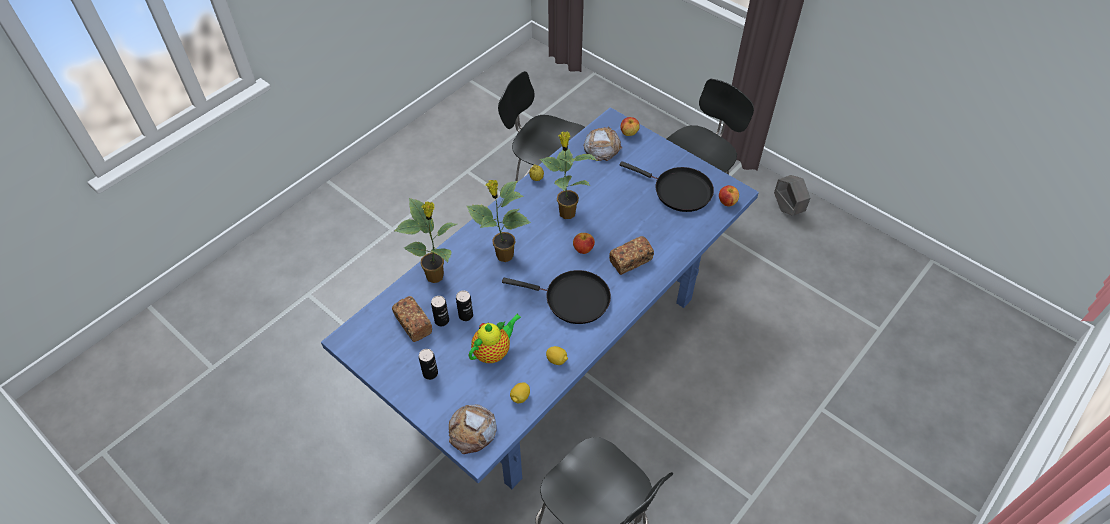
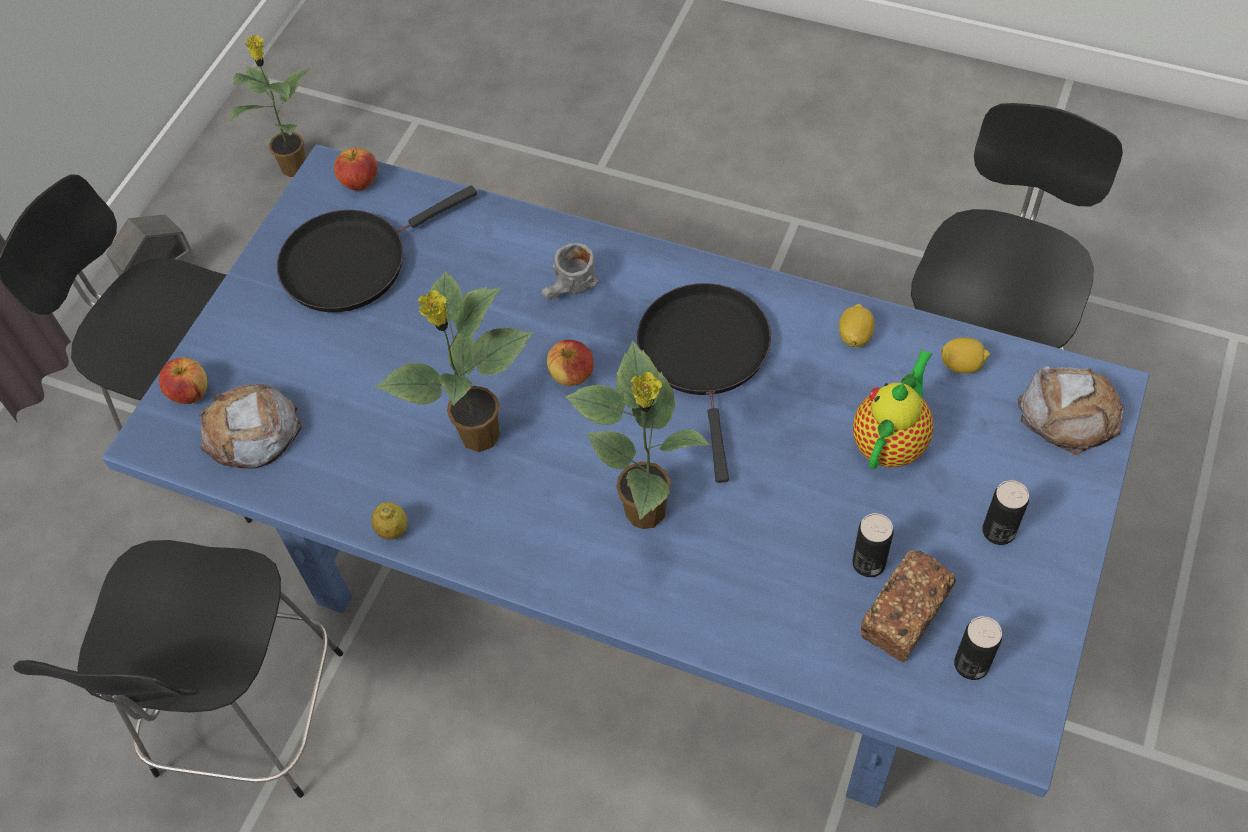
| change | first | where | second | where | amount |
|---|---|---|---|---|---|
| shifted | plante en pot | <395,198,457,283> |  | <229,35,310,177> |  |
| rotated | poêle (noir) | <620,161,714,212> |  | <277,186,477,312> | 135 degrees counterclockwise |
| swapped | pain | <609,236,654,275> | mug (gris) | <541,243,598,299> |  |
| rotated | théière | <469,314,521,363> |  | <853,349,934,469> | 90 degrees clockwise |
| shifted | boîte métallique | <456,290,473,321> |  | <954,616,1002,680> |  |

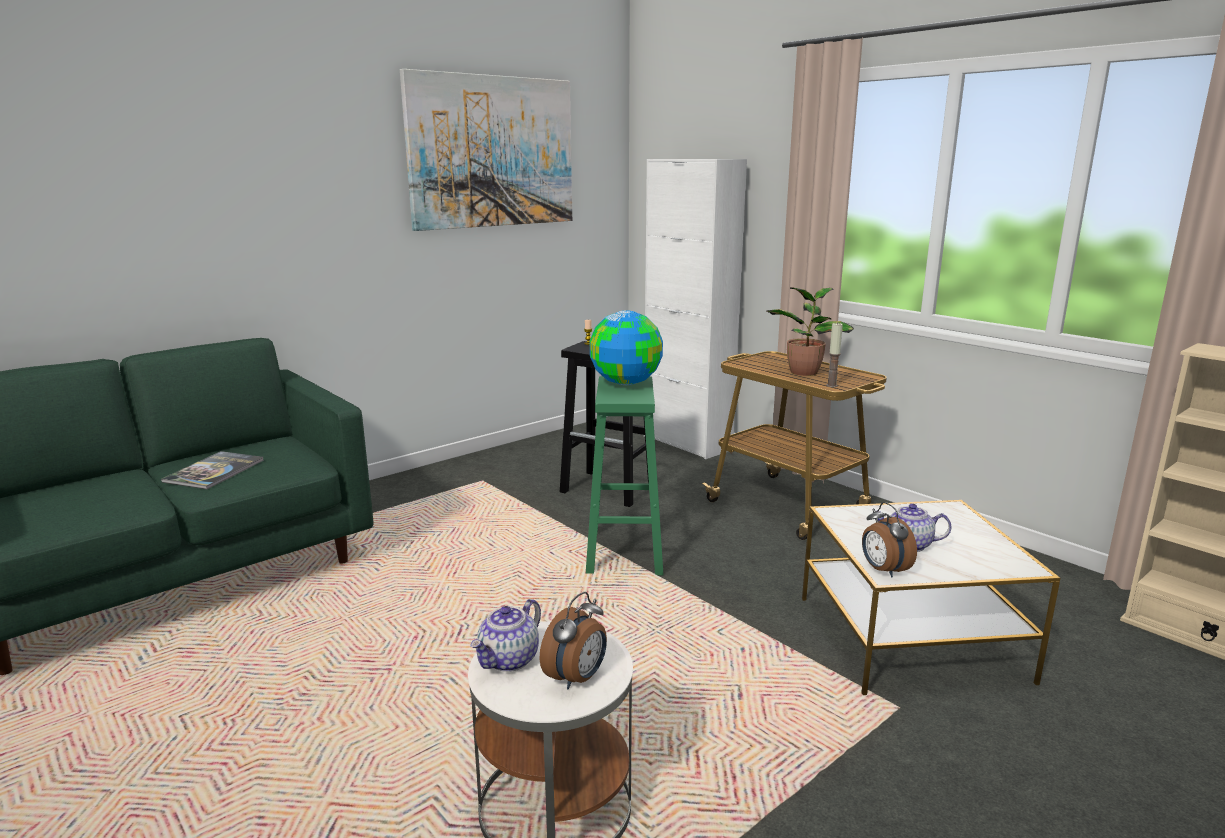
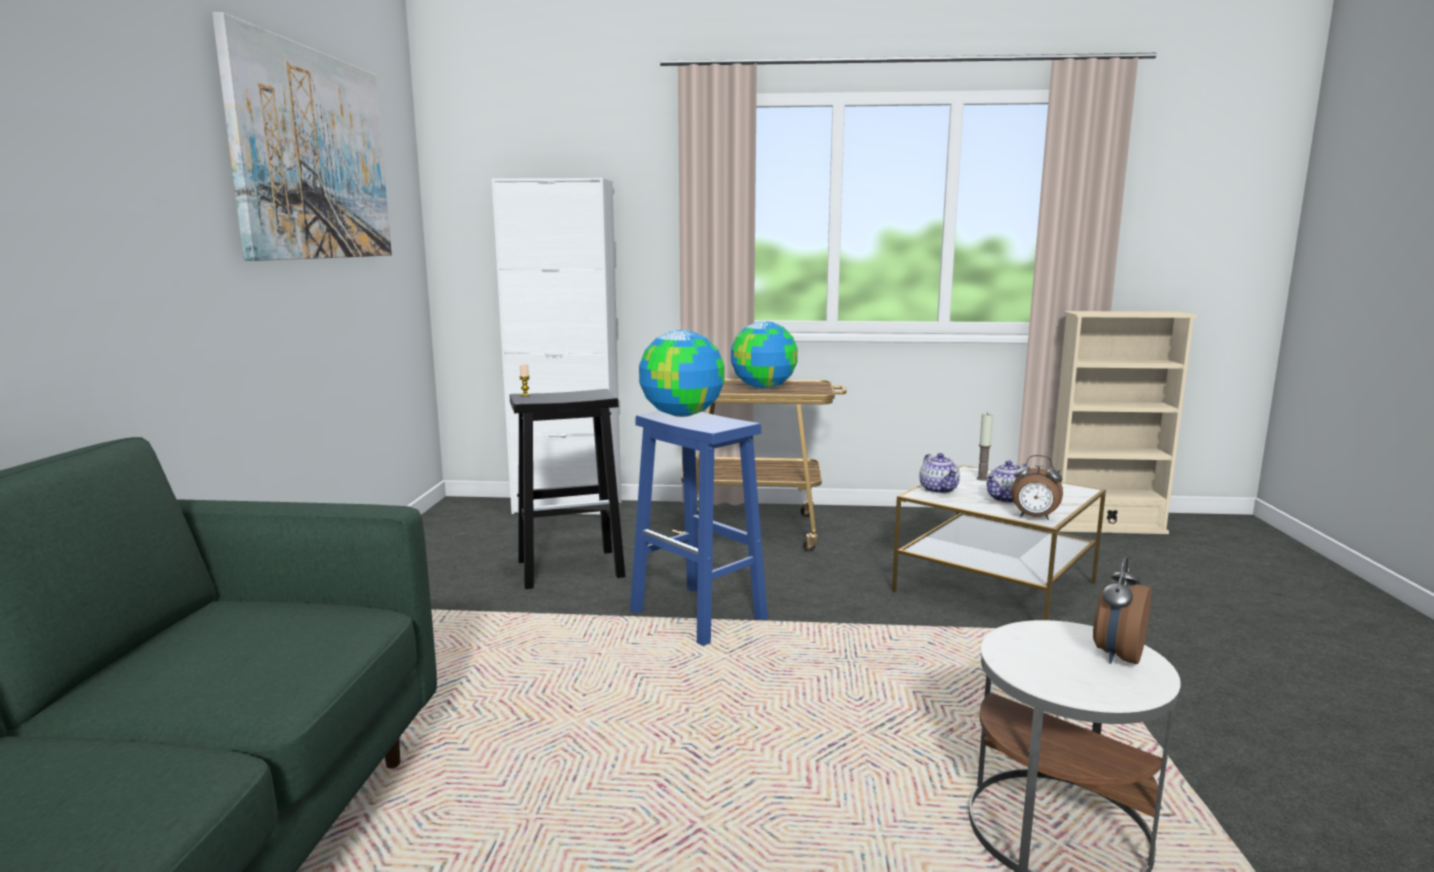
| change | first | where | second | where | amount |
|---|---|---|---|---|---|
| repainted | tabouret (vert) | <586,376,664,576> | tabouret (bleu) | <630,411,768,646> |  |
| swapped | plante en pot | <767,287,854,376> | globe | <731,321,798,389> |  |
| shifted | théière | <470,599,541,672> |  | <919,453,960,494> |  |
| shifted | bougie | <826,322,843,387> |  | <977,412,993,481> |  |
| rotated | réveil | <539,592,607,689> |  | <1093,556,1151,664> | 135 degrees counterclockwise |
| gone | livre | <161,451,264,489> |  |  |  |

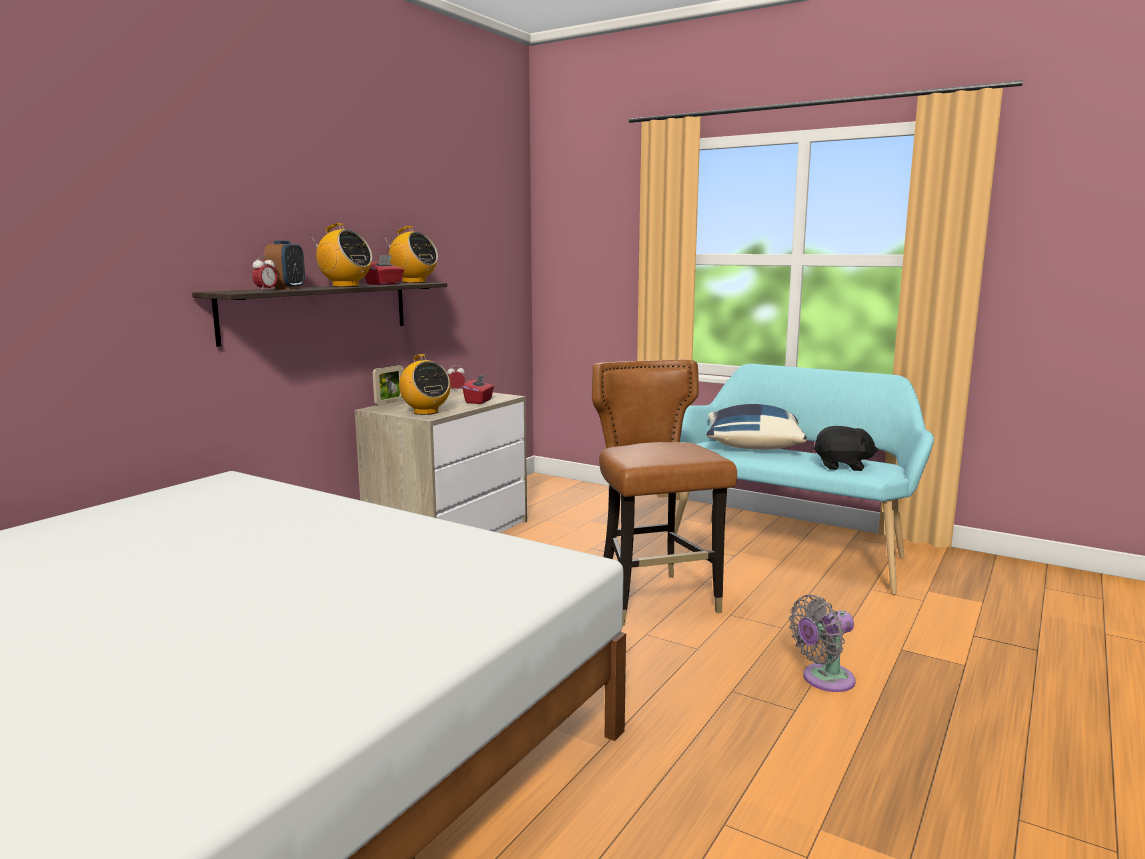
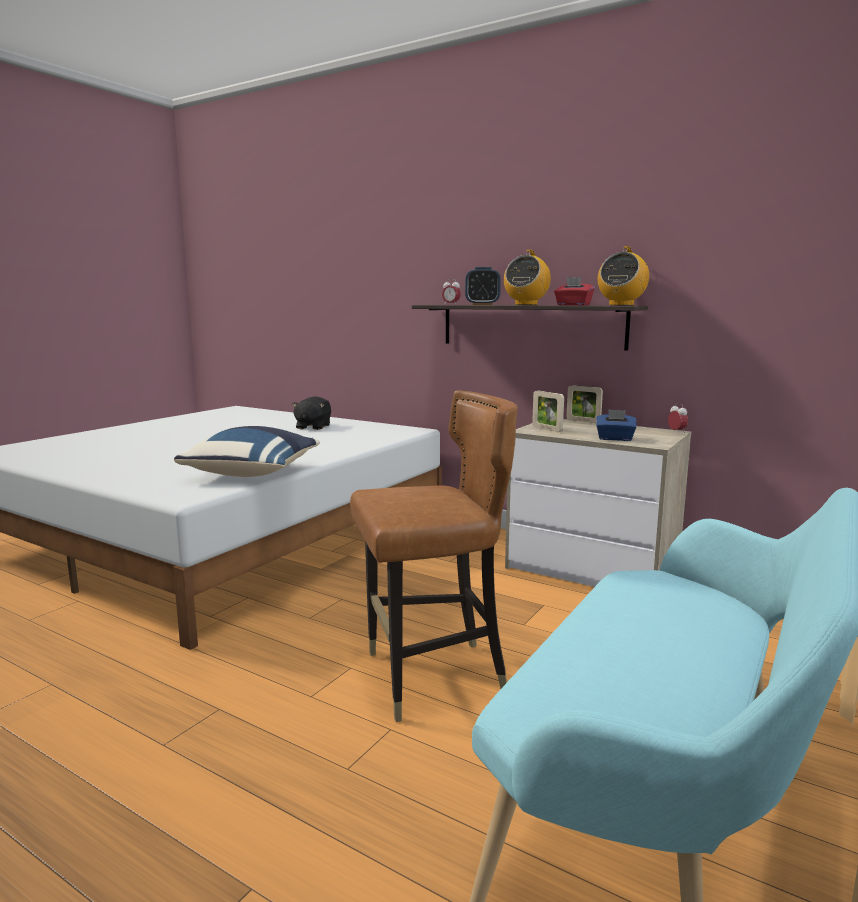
| change | first | where | second | where | amount |
|---|---|---|---|---|---|
| shifted | coussin (bleu) | <706,404,807,450> |  | <174,426,320,477> |  |
| shifted | peluche (noir) | <813,426,878,471> |  | <292,396,331,430> |  |
| swapped | radio | <399,354,451,415> | cadre photo | <532,391,564,432> |  |
| repainted | boîte à mouchoirs (rouge) | <463,374,494,404> | boîte à mouchoirs (bleu) | <596,409,636,441> |  |
| gone | ventilateur (gris) | <789,595,856,692> |  |  |  |

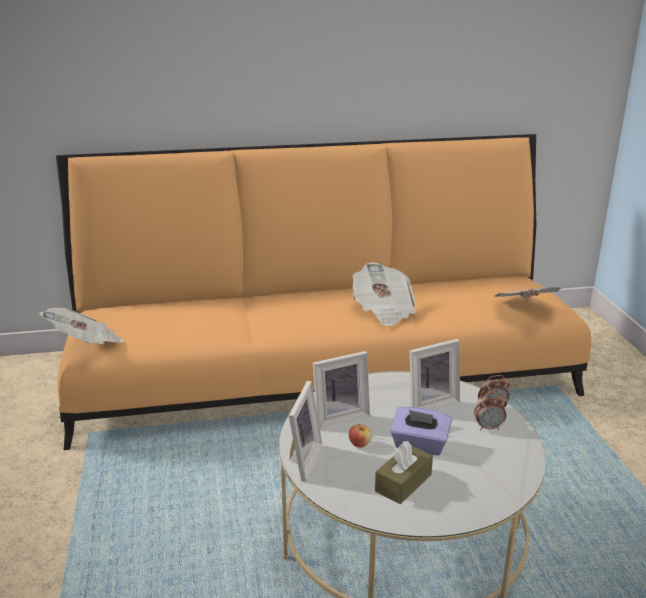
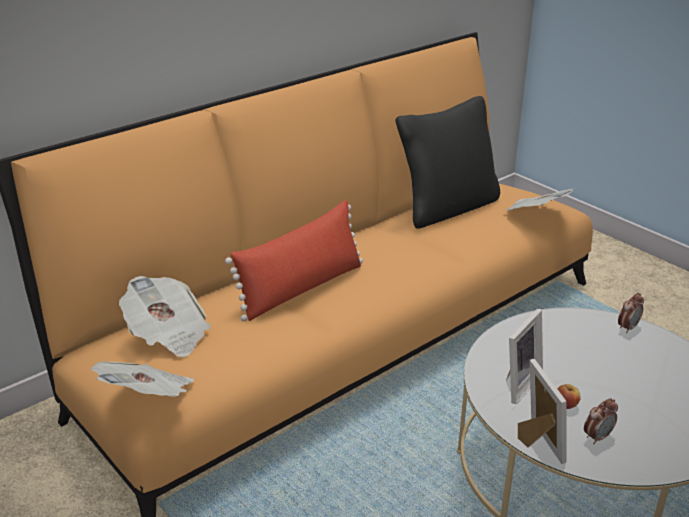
| change | first | where | second | where | amount |
|---|---|---|---|---|---|
| shifted | journal | <353,262,416,326> |  | <119,276,211,357> |  |
| new |  |  | coussin (rouge) | <225,200,363,321> |  |
| new |  |  | coussin (noir) | <395,96,500,229> |  |
| shifted | réveil | <474,392,507,431> |  | <584,398,618,444> |  |
| gone | boîte à mouchoirs (marron) | <375,441,433,504> |  |  |  |
| gone | boîte à mouchoirs (violet) | <391,406,452,456> |  |  |  |
| gone | cadre photo | <410,339,460,410> |  |  |  |

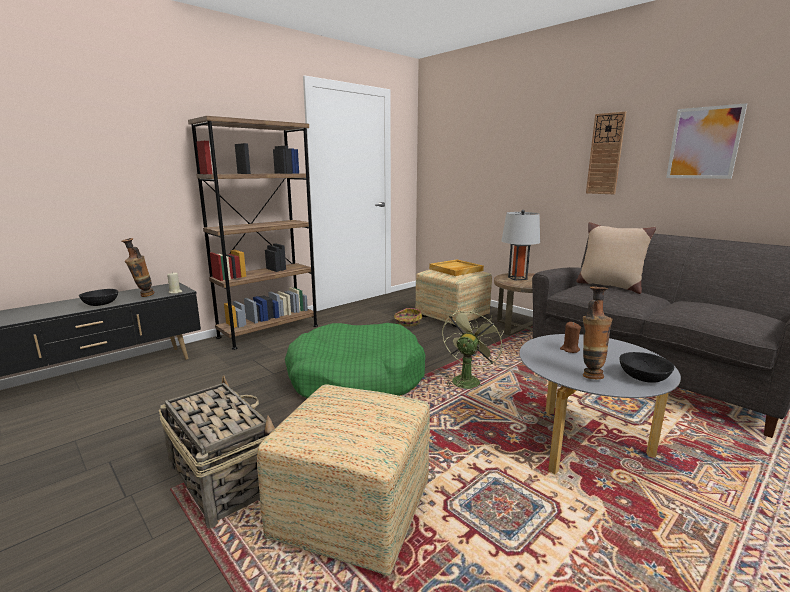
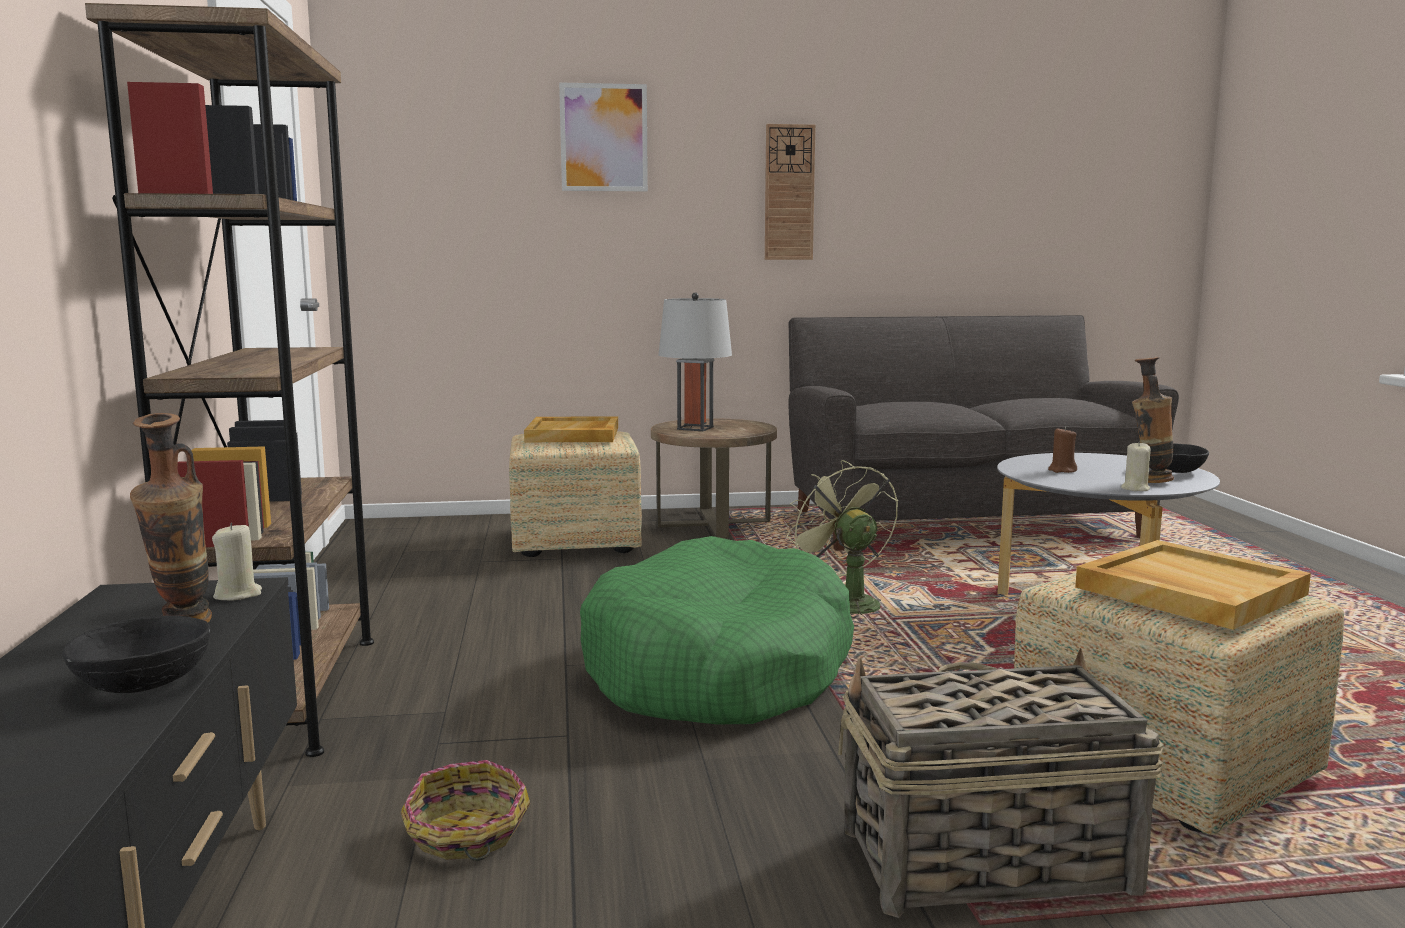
| change | first | where | second | where | amount |
|---|---|---|---|---|---|
| shifted | panier | <394,308,422,327> |  | <401,760,530,861> |  |
| shifted | tableau | <666,103,747,179> |  | <559,82,648,191> |  |
| new |  |  | plateau (beige) | <1075,540,1311,630> |  |
| new |  |  | bougie (beige) | <1121,442,1151,491> |  |
| gone | coussin (beige) | <576,222,656,294> |  |  |  |

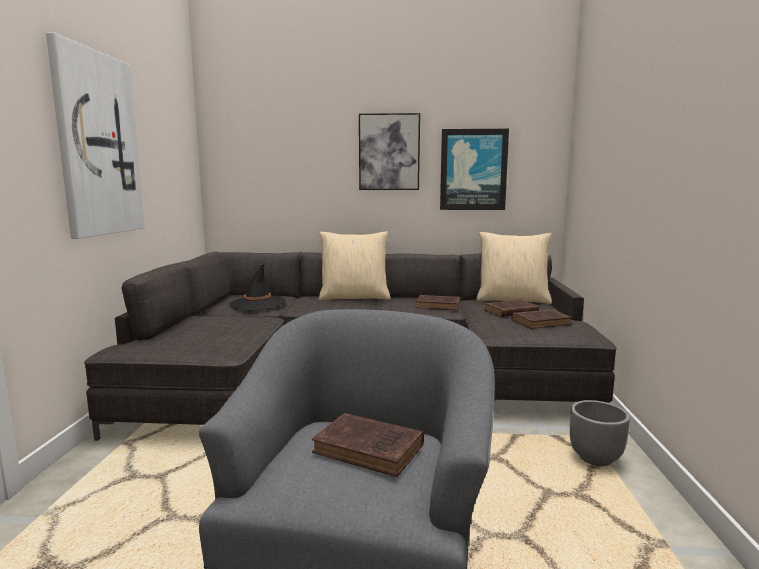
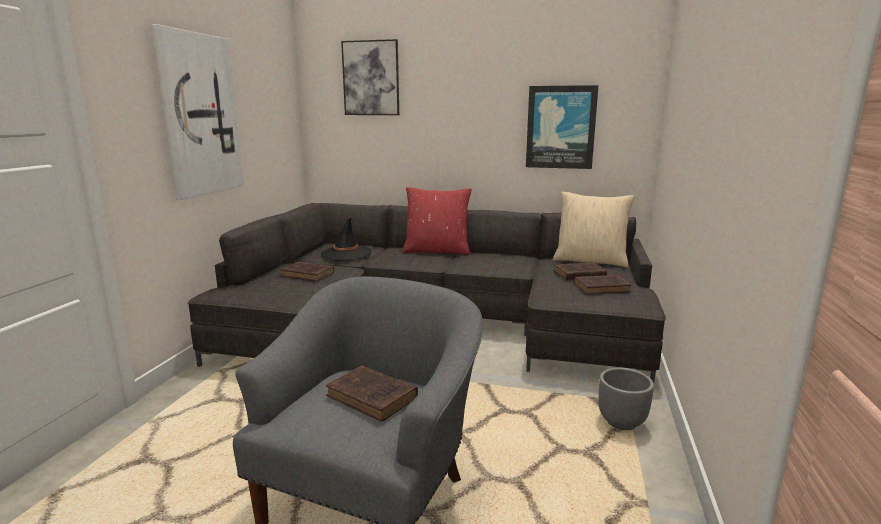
| change | first | where | second | where | amount |
|---|---|---|---|---|---|
| shifted | livre (marron) | <416,295,461,310> |  | <280,262,334,281> |  |
| shifted | tableau | <359,113,420,190> |  | <341,39,399,115> |  |
| repainted | coussin (beige) | <319,231,391,301> | coussin (rouge) | <402,187,472,255> |  |

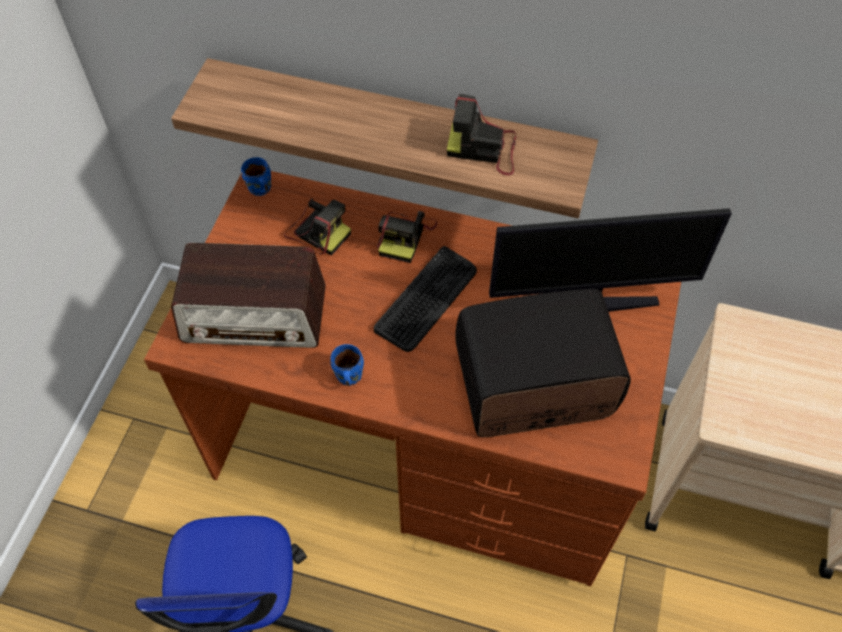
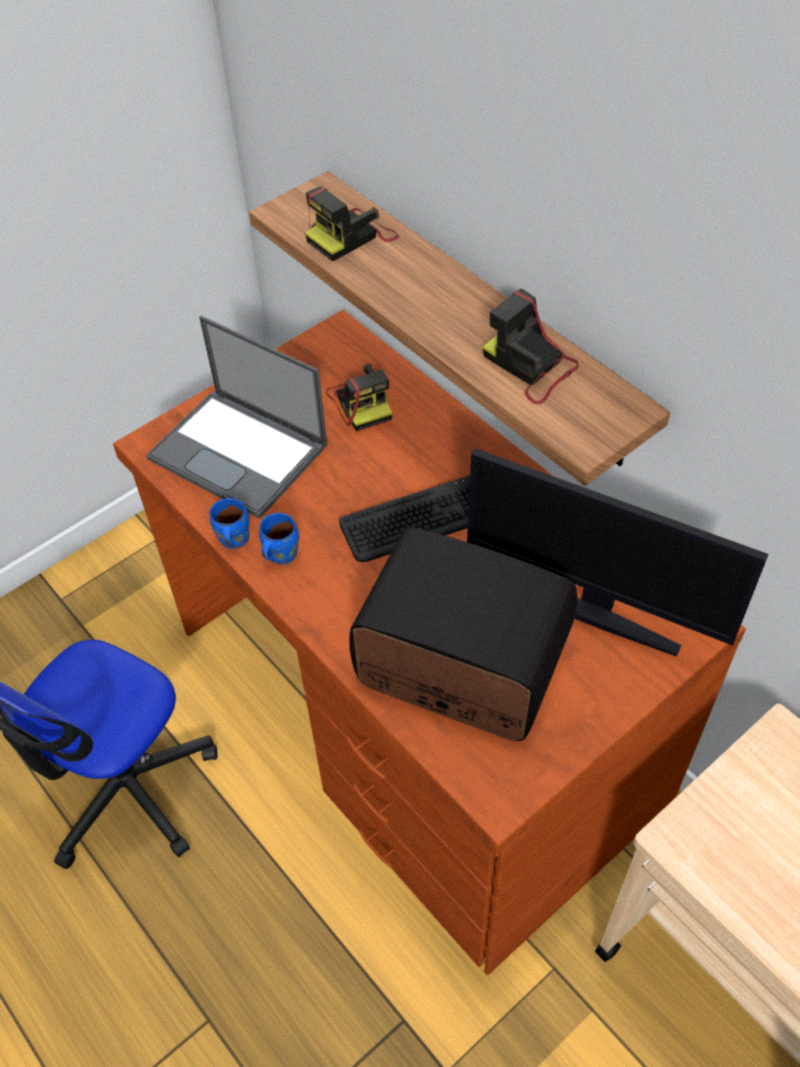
| change | first | where | second | where | amount |
|---|---|---|---|---|---|
| swapped | radio | <171,243,326,348> | ordinateur portable | <146,315,327,519> |  |
| shifted | mug (bleu) | <241,157,271,196> |  | <209,498,249,549> |  |
| shifted | appareil photo | <377,211,437,263> |  | <305,187,399,261> |  |

